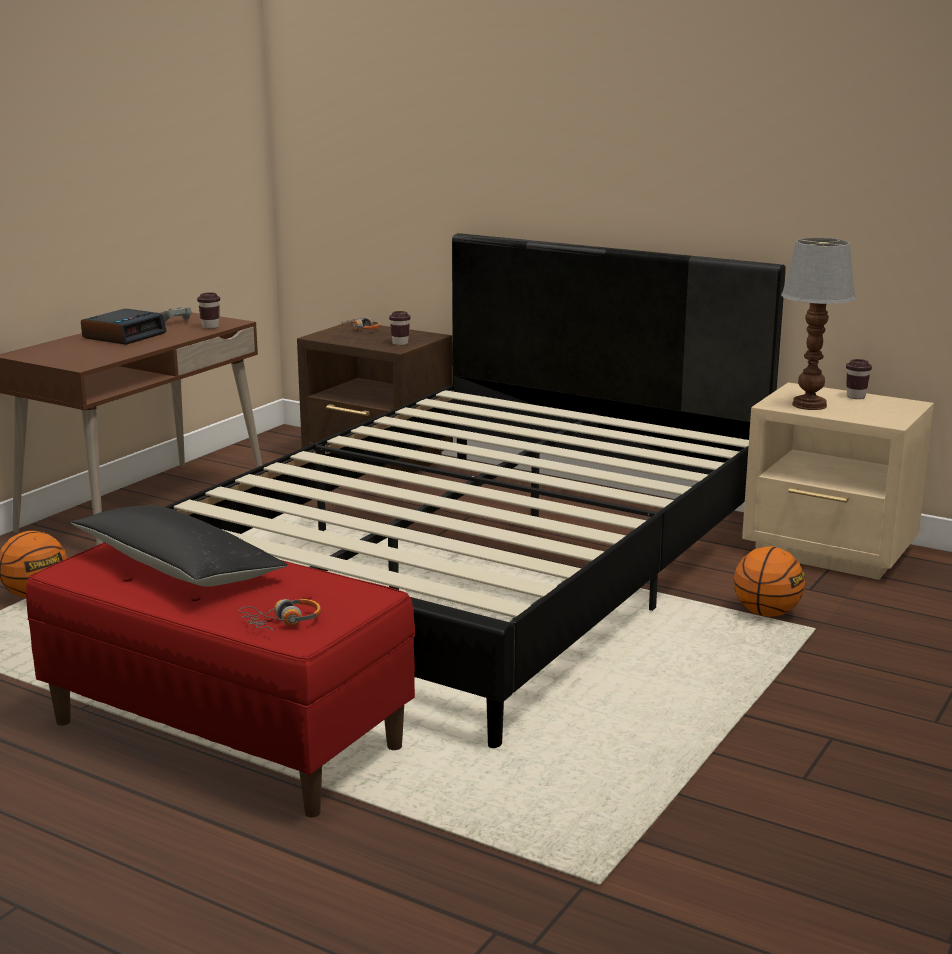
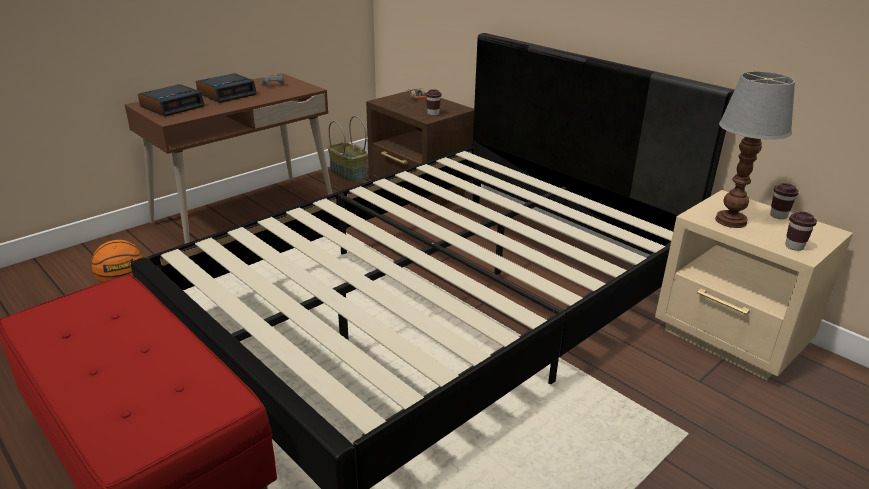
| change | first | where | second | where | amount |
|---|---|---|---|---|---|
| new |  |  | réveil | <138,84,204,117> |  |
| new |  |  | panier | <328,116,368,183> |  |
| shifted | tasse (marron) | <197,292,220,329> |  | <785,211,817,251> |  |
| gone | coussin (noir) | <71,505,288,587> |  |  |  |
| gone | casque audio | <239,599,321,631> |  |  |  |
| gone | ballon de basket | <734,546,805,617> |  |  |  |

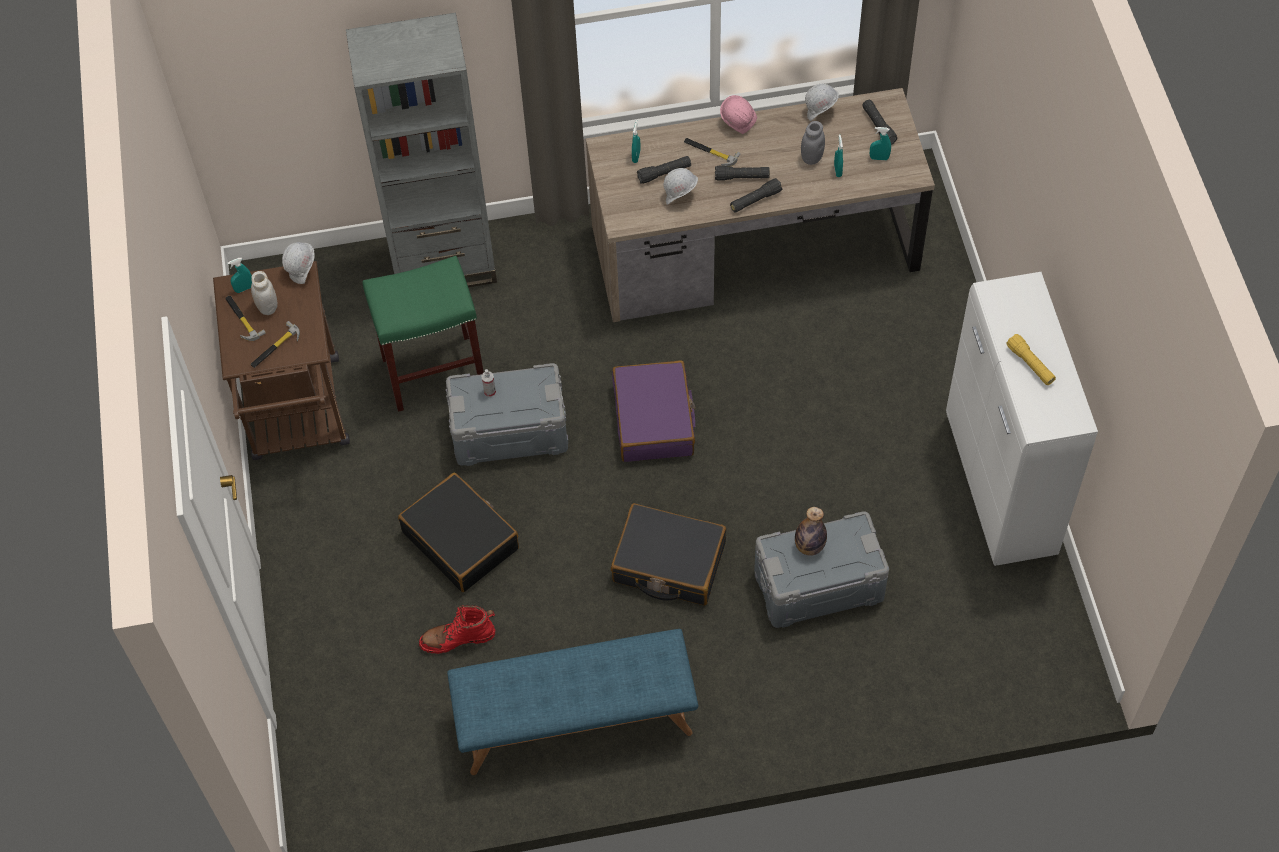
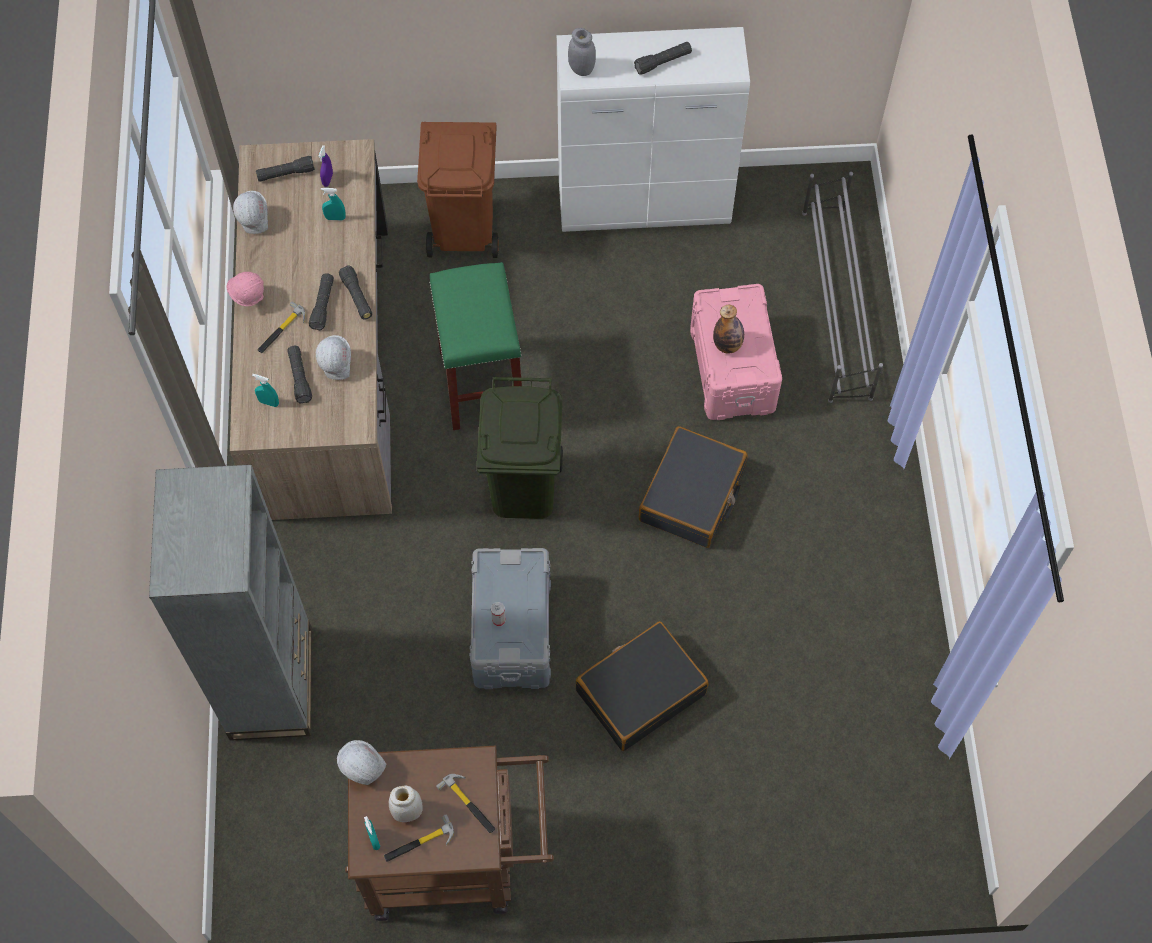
| change | first | where | second | where | amount |
|---|---|---|---|---|---|
| repainted | vaporisateur (turquoise) | <870,127,891,160> | vaporisateur (violet) | <318,145,333,187> |  |
| new |  |  | poubelle (marron) | <417,122,499,258> |  |
| shifted | tabouret (vert) | <362,256,484,412> |  | <429,262,522,430> |  |
| swapped | valise (violet) | <612,360,695,462> | poubelle (vert) | <477,377,563,519> |  |
| shifted | bocal (gris) | <801,121,825,165> |  | <568,28,596,76> |  |
| repainted | lampe de poche (jaune) | <1007,334,1056,385> | lampe de poche (noir) | <634,42,692,75> |  |
| repainted | boîte de rangement (gris) | <754,511,889,628> | boîte de rangement (rose) | <690,284,782,420> |  |
| new |  |  | étagère à chaussures (gris) | <802,172,883,403> |  |
| gone | botte (rouge) | <419,605,495,654> |  |  |  |
| gone | banc (bleu) | <447,629,698,775> |  |  |  |

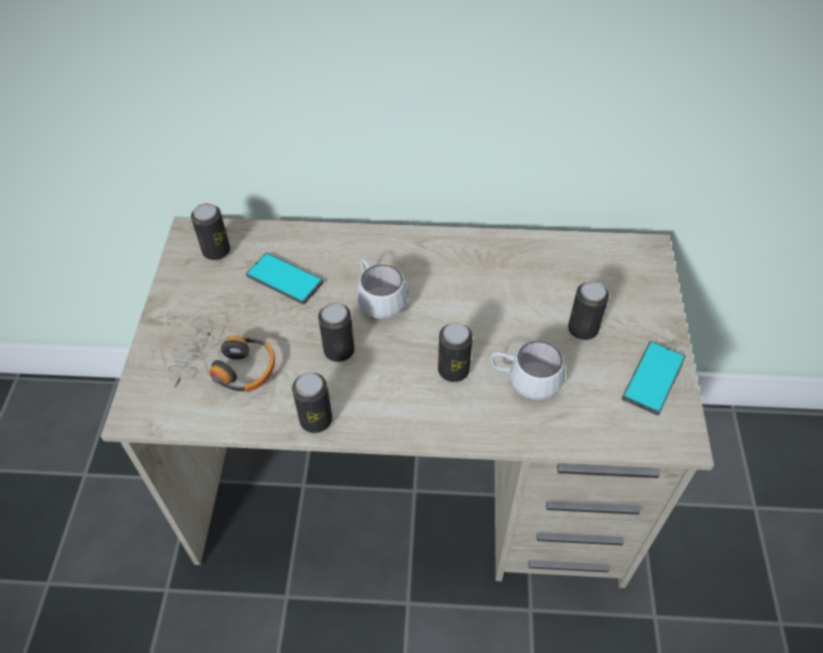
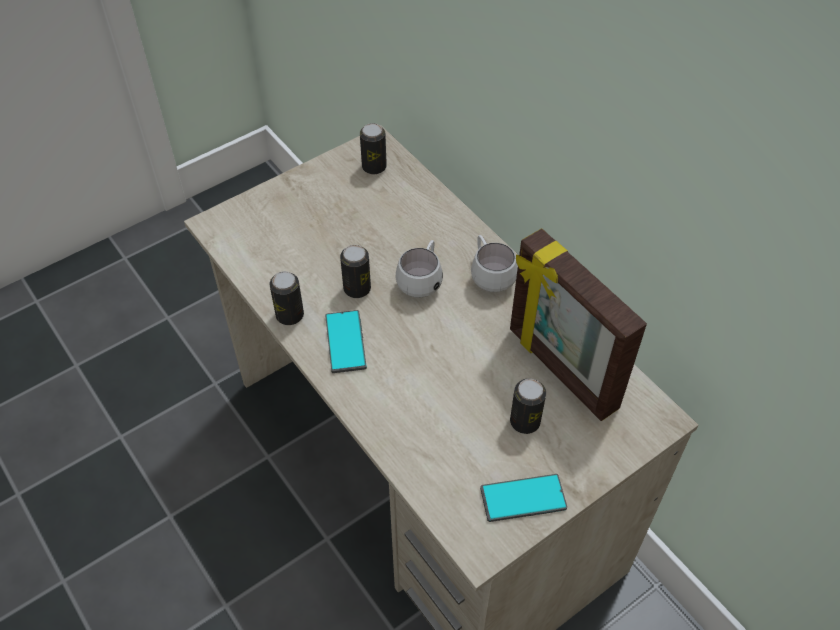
| change | first | where | second | where | amount |
|---|---|---|---|---|---|
| shifted | téléphone | <246,253,324,305> |  | <325,310,367,373> |  |
| shifted | mug (blanc) | <491,341,565,400> |  | <471,235,518,293> |  |
| new |  |  | cadre photo | <510,228,647,421> |  |
| gone | casque audio | <168,316,275,392> |  |  |  |
| gone | boîte métallique | <438,323,473,382> |  |  |  |

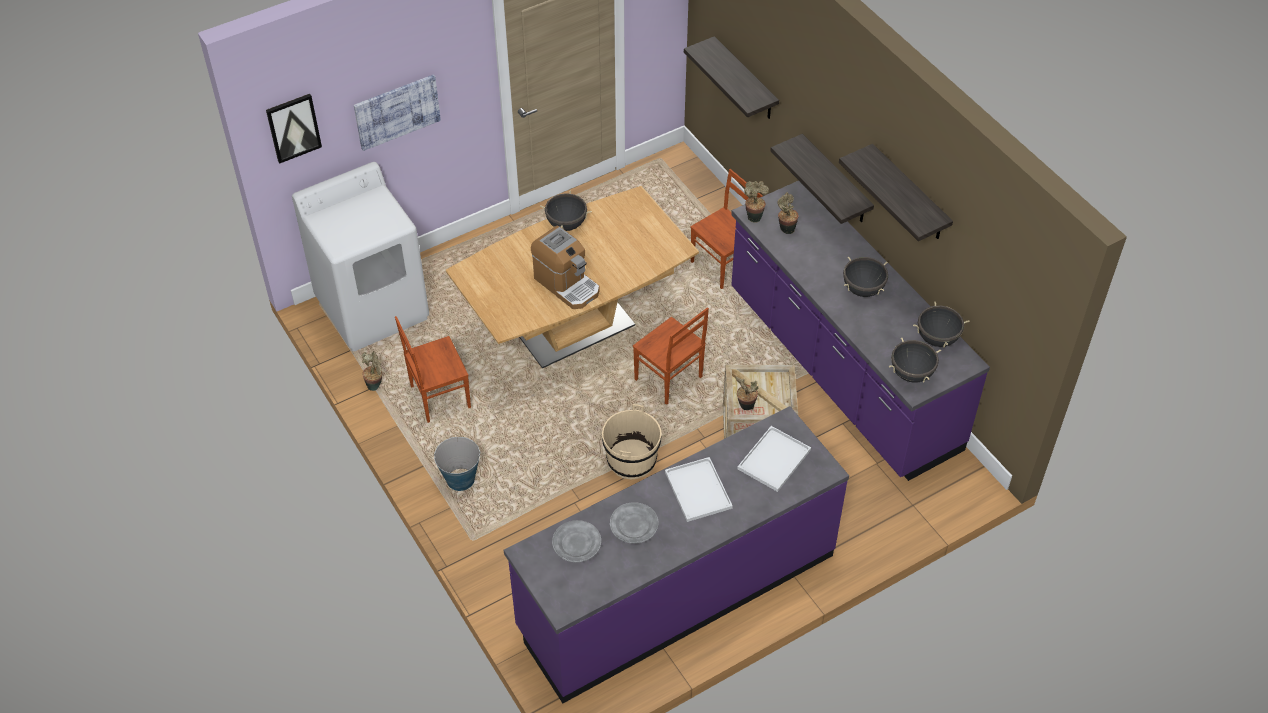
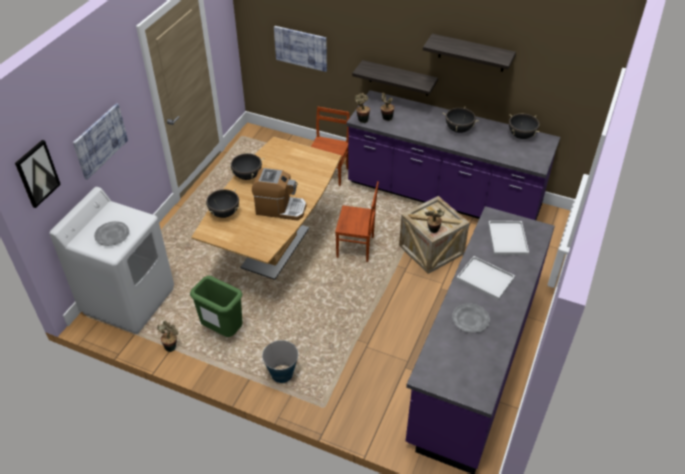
| change | first | where | second | where | amount |
|---|---|---|---|---|---|
| shifted | assiette (gris) | <552,520,601,562> |  | <94,221,129,246> |  |
| swapped | chaise (marron) | <395,316,471,423> | poubelle (vert) | <190,276,242,337> |  |
| shifted | marmite (noir) | <889,337,941,383> |  | <206,189,239,218> |  |
| swapped | étagère | <684,36,779,119> | tableau | <274,26,327,72> |  |
| gone | seau (beige) | <602,404,661,479> |  |  |  |

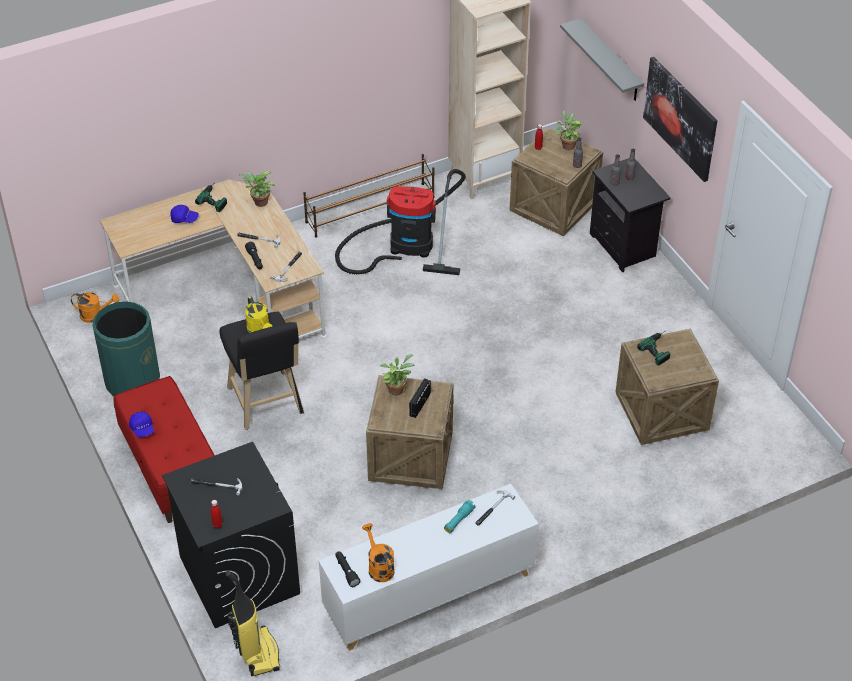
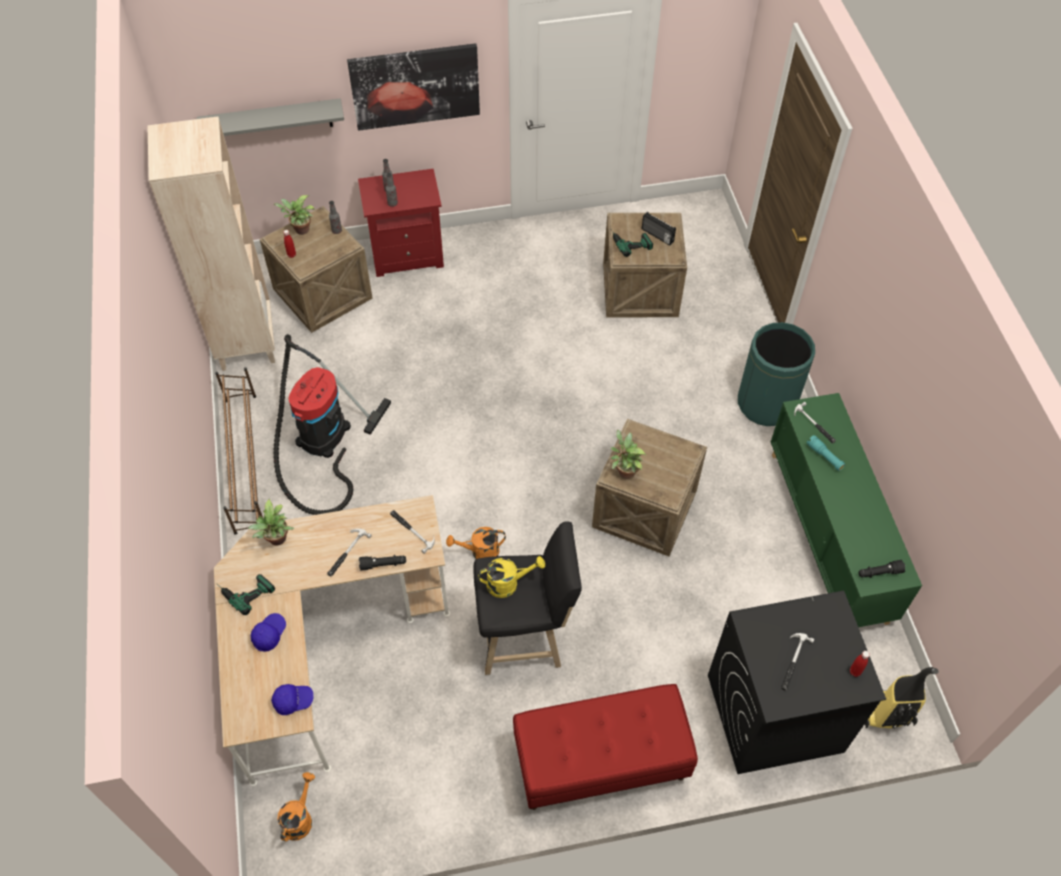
| change | first | where | second | where | amount |
|---|---|---|---|---|---|
| shifted | casquette (bleu) | <129,412,154,437> |  | <271,684,314,715> |  |
| repainted | table de chevet (noir) | <590,158,671,272> | table de chevet (rouge) | <358,169,444,277> |  |
| shifted | arrosoir (orange) | <362,523,395,582> |  | <446,527,506,559> |  |
| shifted | radio | <409,378,431,418> |  | <642,212,676,245> |  |
| shifted | poubelle (vert) | <93,301,160,396> |  | <738,322,815,426> |  |
| repainted | meuble de rangement (blanc) | <319,484,539,651> | meuble de rangement (vert) | <770,393,922,627> |  |

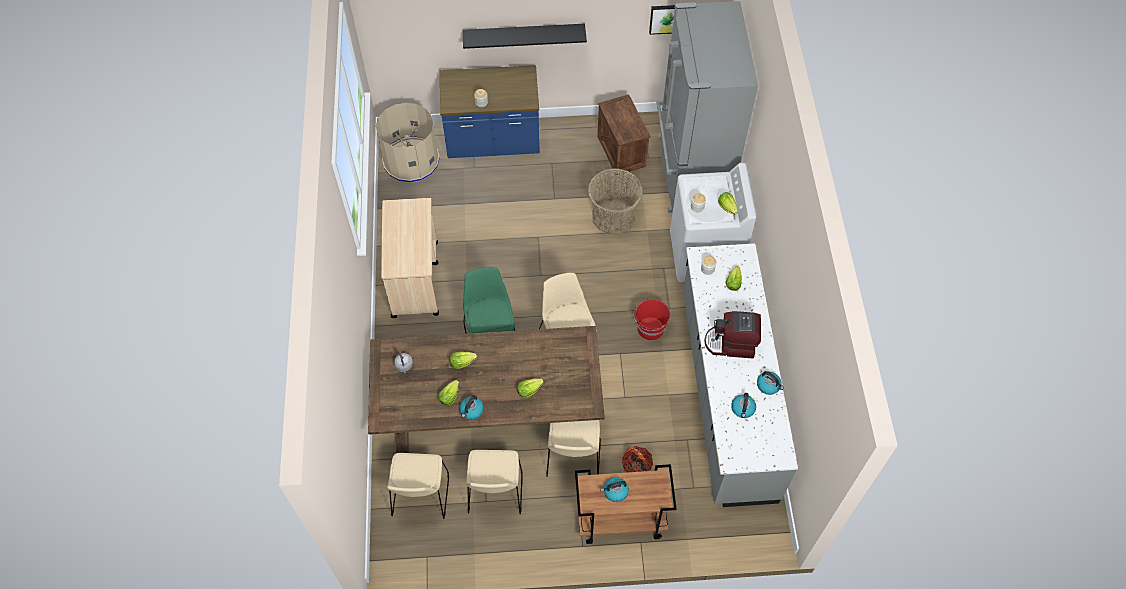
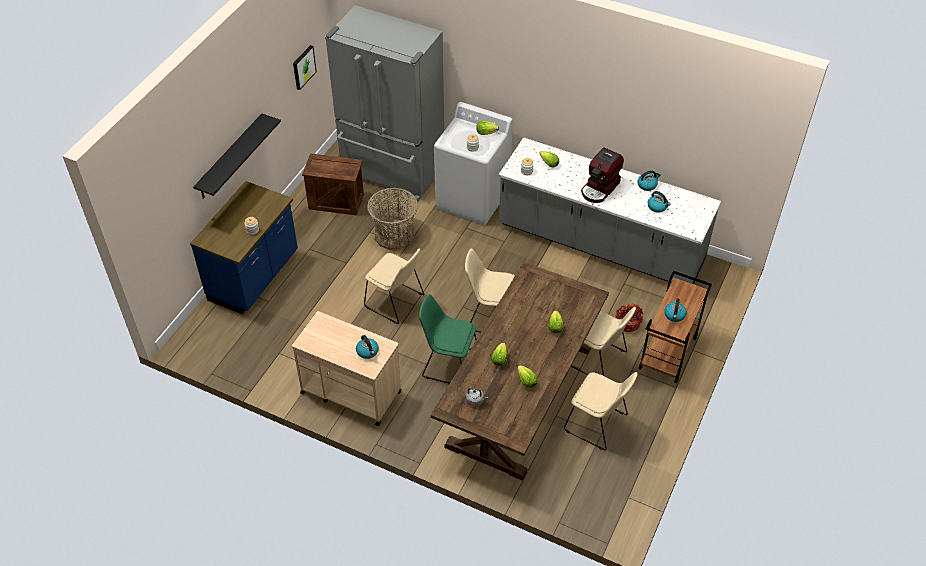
| change | first | where | second | where | amount |
|---|---|---|---|---|---|
| shifted | bouilloire | <459,395,484,420> |  | <356,335,379,359> |  |
| shifted | chaise (beige) | <387,453,449,519> |  | <364,248,424,324> |  |
| gone | poubelle (beige) | <376,103,440,183> |  |  |  |
| gone | seau (rouge) | <634,299,670,340> |  |  |  |

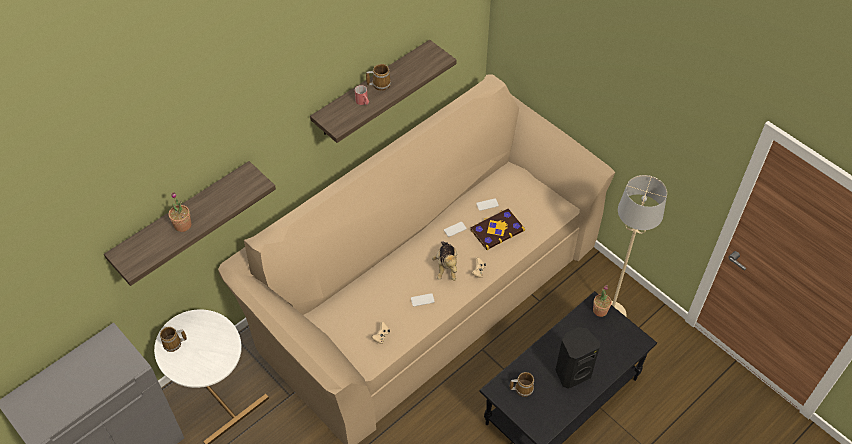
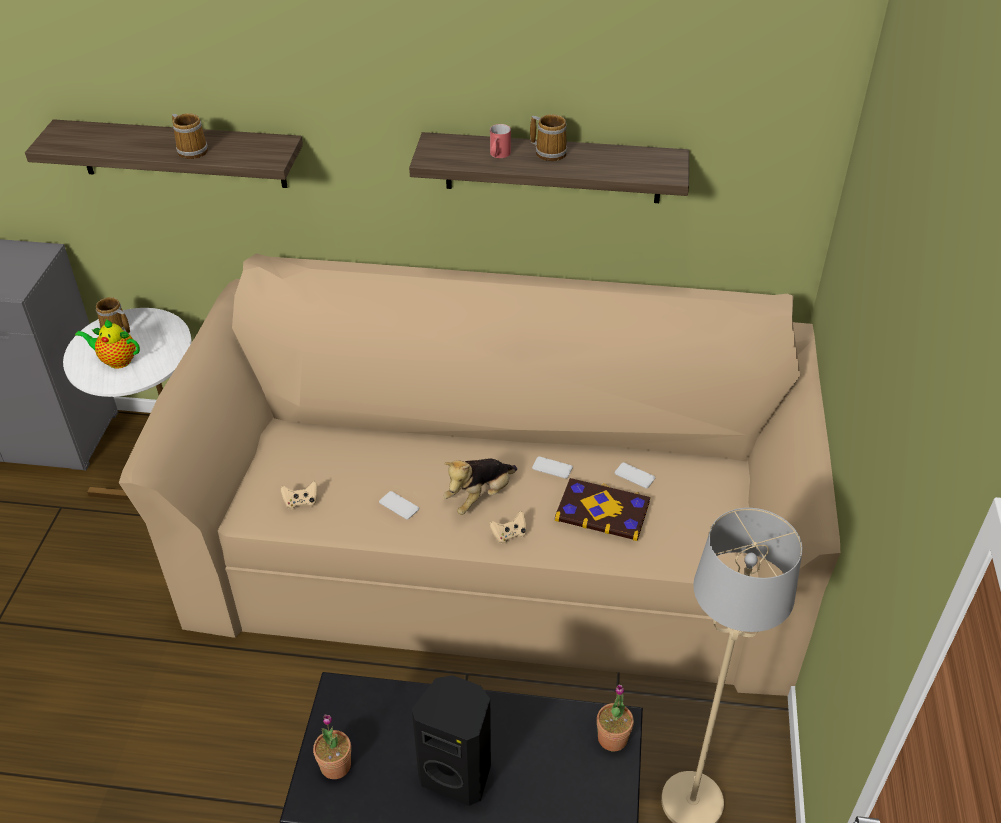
| change | first | where | second | where | amount |
|---|---|---|---|---|---|
| new |  |  | théière | <75,319,140,369> |  |
| shifted | mug | <510,372,534,397> |  | <172,113,208,159> |  |
| shifted | plante en pot | <169,192,191,232> |  | <313,714,351,779> |  |

